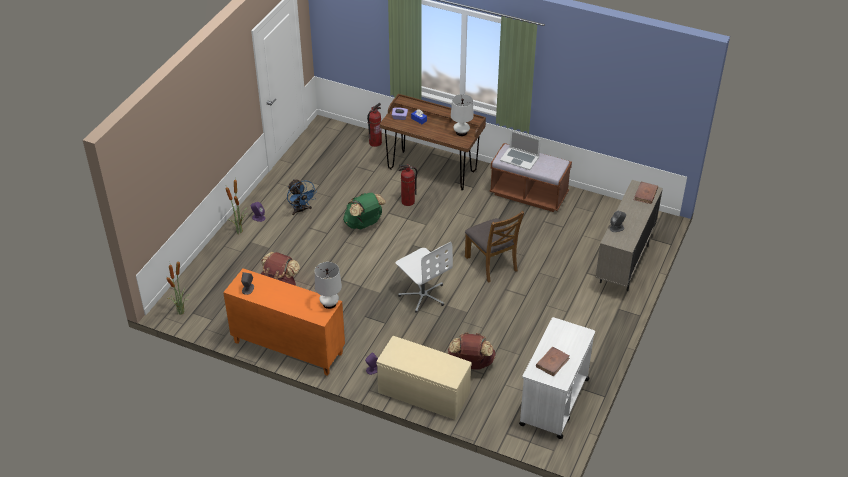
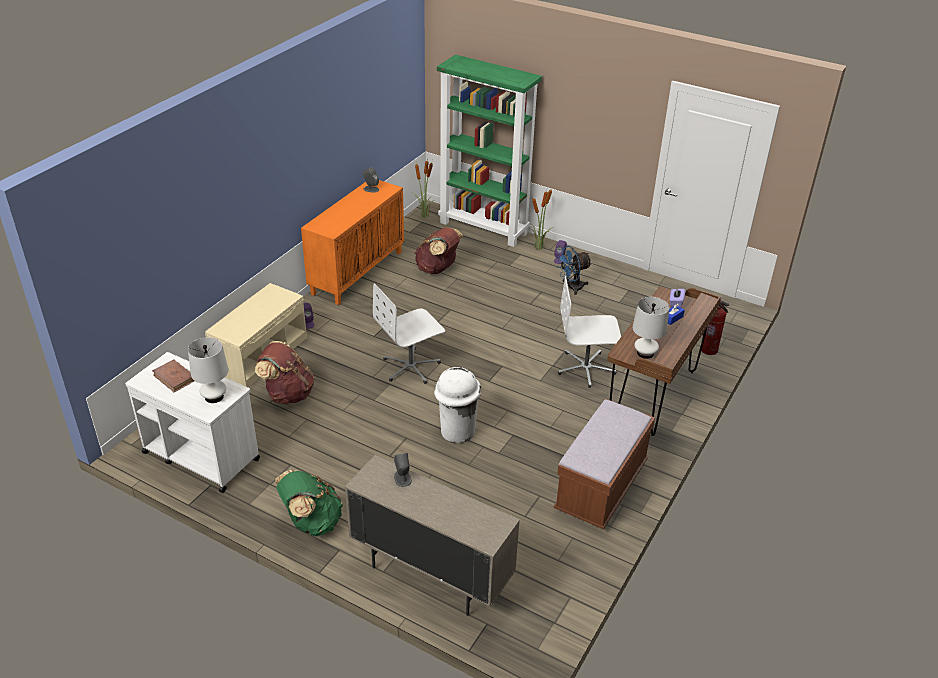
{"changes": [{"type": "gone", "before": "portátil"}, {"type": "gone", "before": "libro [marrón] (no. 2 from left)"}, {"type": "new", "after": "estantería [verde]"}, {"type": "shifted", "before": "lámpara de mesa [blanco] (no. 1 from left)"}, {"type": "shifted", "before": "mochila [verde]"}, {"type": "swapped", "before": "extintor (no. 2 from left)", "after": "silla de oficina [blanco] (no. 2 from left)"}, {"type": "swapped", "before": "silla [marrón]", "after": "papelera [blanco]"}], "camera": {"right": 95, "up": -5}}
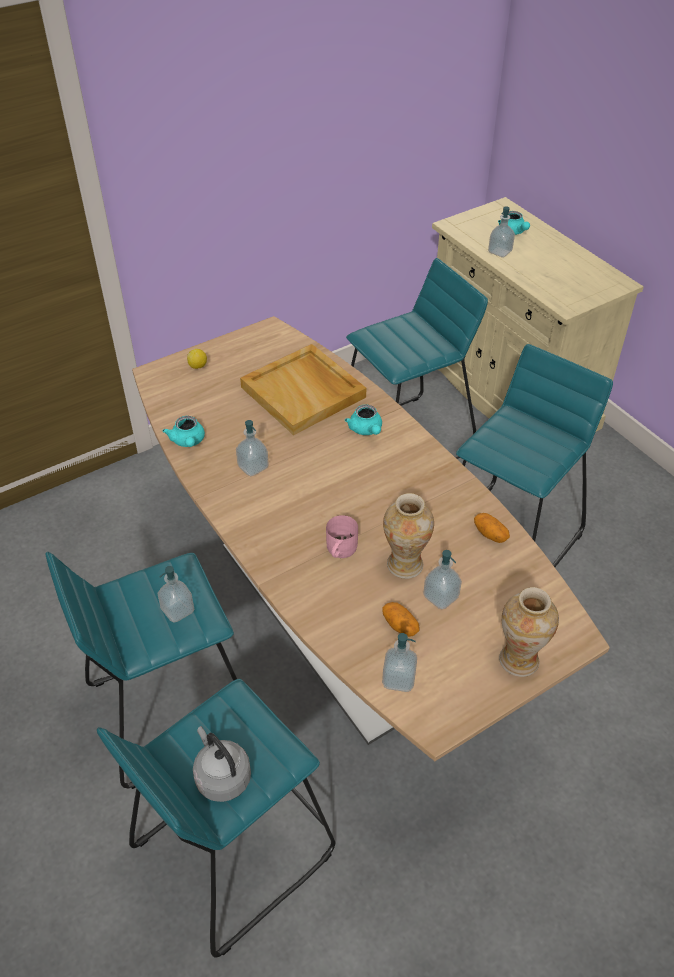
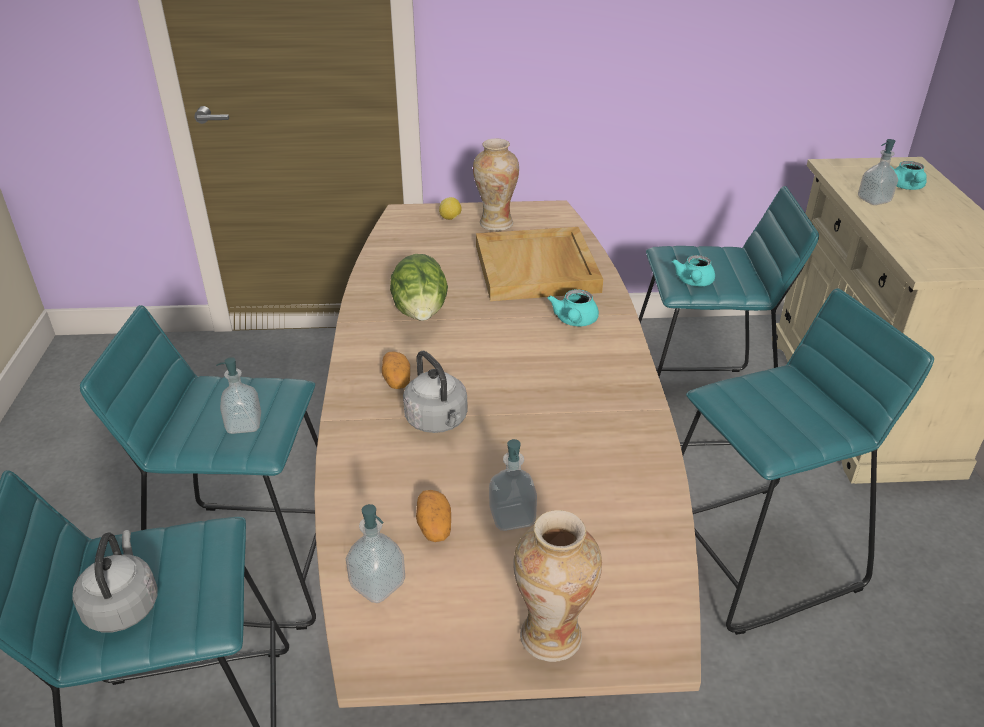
{"changes": [{"type": "shifted", "before": "tetera [turquesa] (no. 1 from left in the first image)", "after": "tetera [turquesa] (no. 2 from left)"}, {"type": "shifted", "before": "florero (no. 1 from left)"}, {"type": "shifted", "before": "patata (no. 2 from left in the first image)", "after": "patata (no. 1 from left)"}, {"type": "swapped", "before": "dispensador de jabón (no. 2 from left)", "after": "lechuga"}, {"type": "swapped", "before": "taza grande [rosa]", "after": "hervidor [gris] (no. 2 from left)"}], "camera": {"right": 30, "up": -10}}
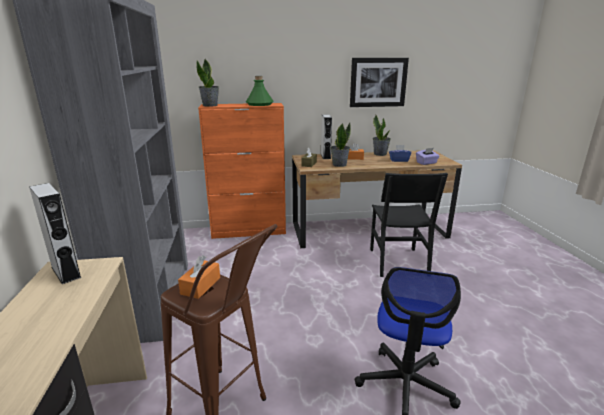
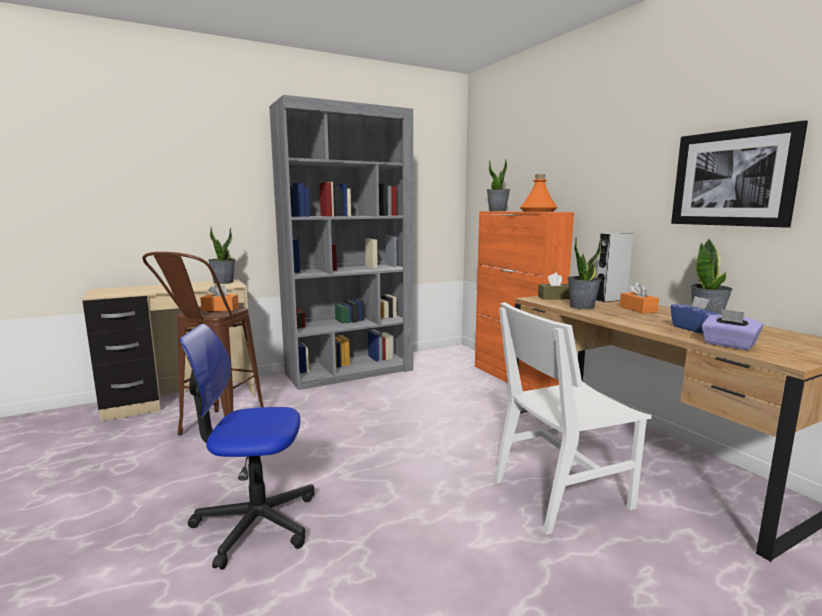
{"changes": [{"type": "swapped", "before": "altavoz [gris] (no. 1 from left)", "after": "planta en maceta (no. 1 from left)"}, {"type": "repainted", "before": "botella [verde]", "after": "botella [naranja]"}, {"type": "repainted", "before": "silla [negro]", "after": "silla [blanco]"}], "camera": {"right": 70, "up": -10}}
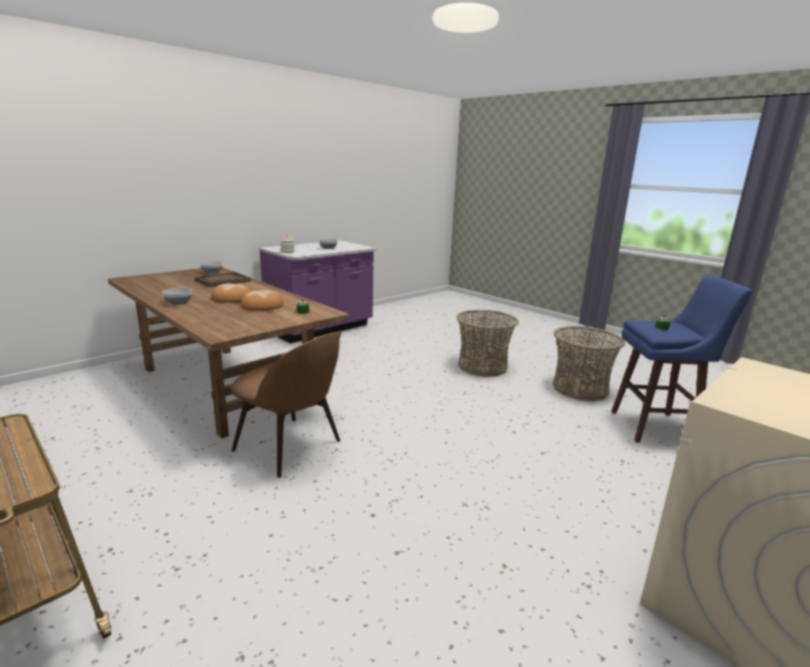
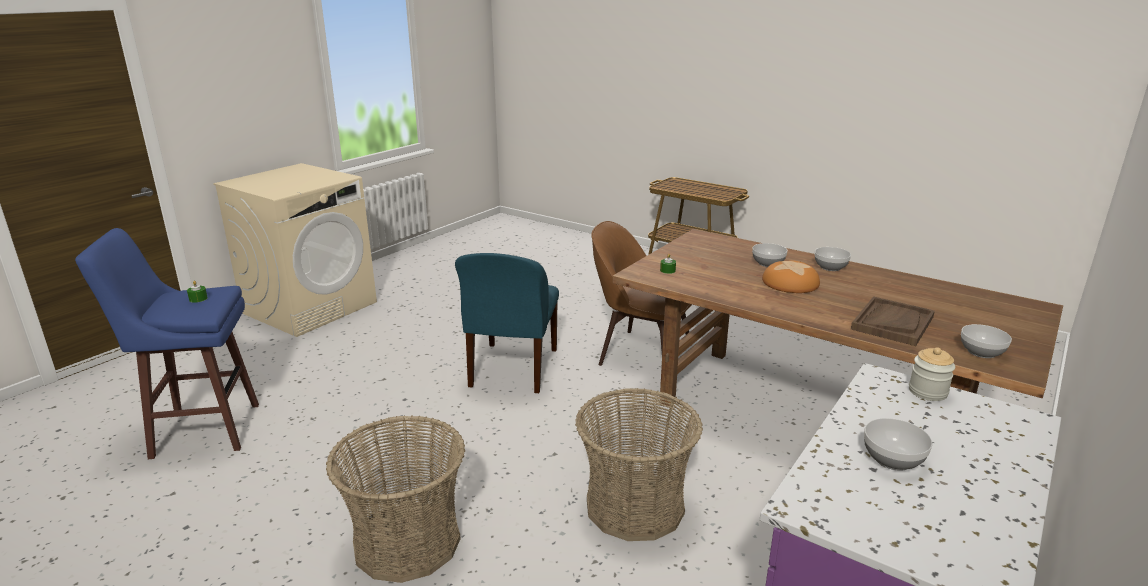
{"changes": [{"type": "gone", "before": "pan (no. 2 from left)"}, {"type": "new", "after": "silla [azul]"}, {"type": "new", "after": "cuenco (no. 1 from left)"}, {"type": "shifted", "before": "cesta (no. 2 from left)"}], "camera": {"right": 170, "up": 5}}
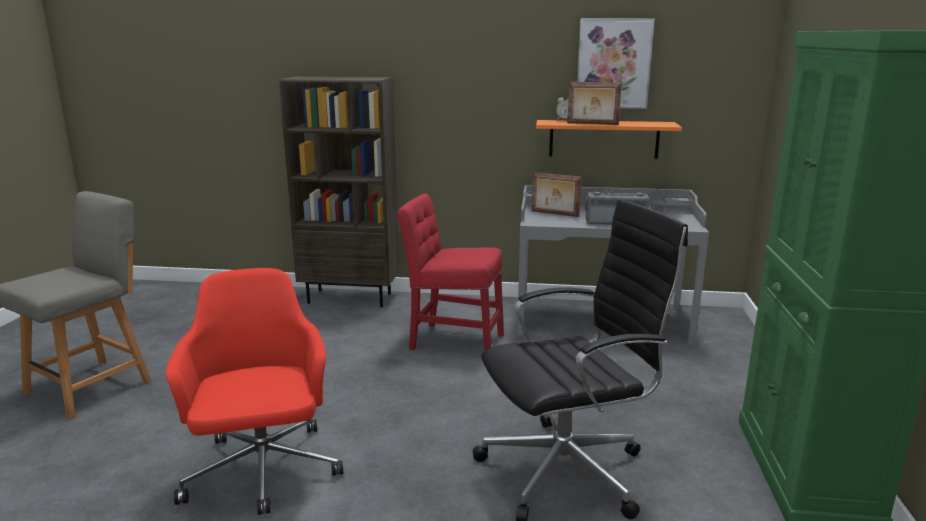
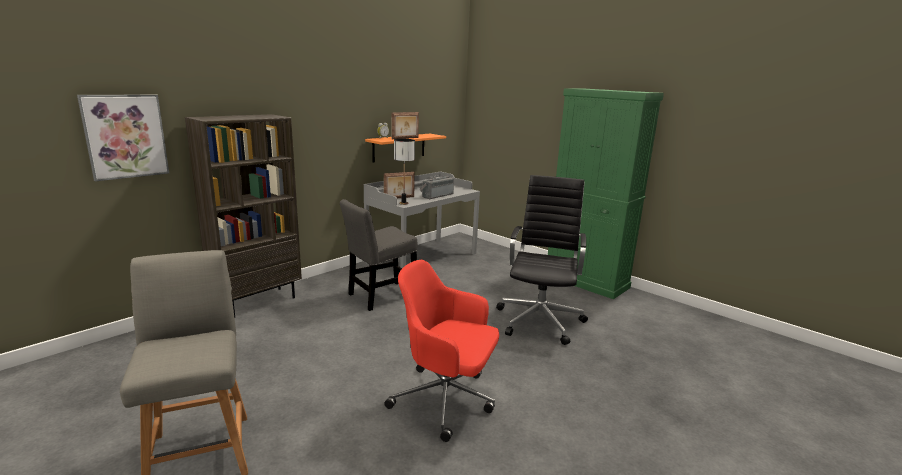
{"changes": [{"type": "new", "after": "lámpara de mesa"}, {"type": "shifted", "before": "cuadro"}, {"type": "repainted", "before": "silla [rojo]", "after": "silla [gris] (no. 2 from left)"}], "camera": {"right": -55, "up": 0}}
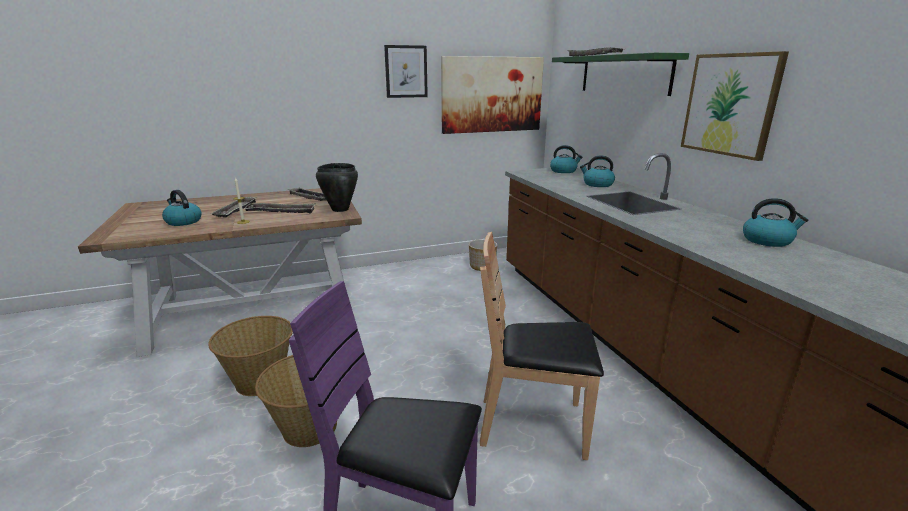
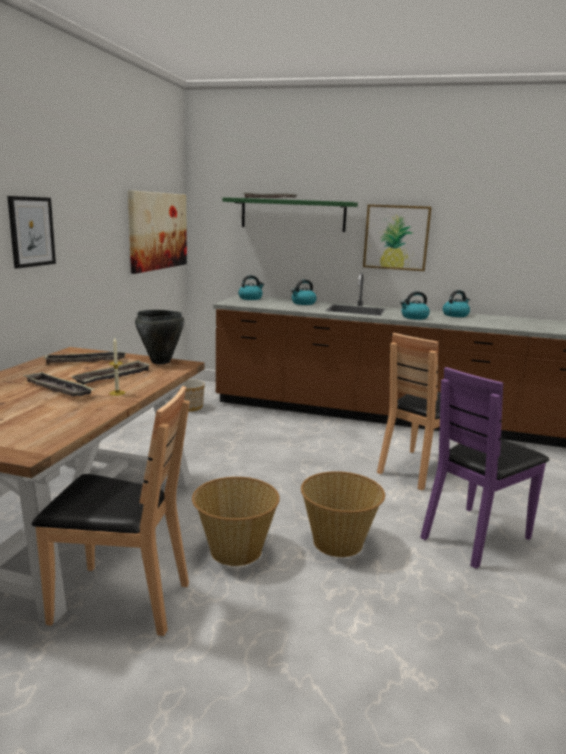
{"changes": [{"type": "new", "after": "silla [marrón] (no. 1 from left)"}, {"type": "shifted", "before": "hervidor (no. 1 from left in the first image)", "after": "hervidor (no. 3 from left)"}, {"type": "shifted", "before": "cuadro (no. 1 from left)"}], "camera": {"right": -55, "up": -5}}
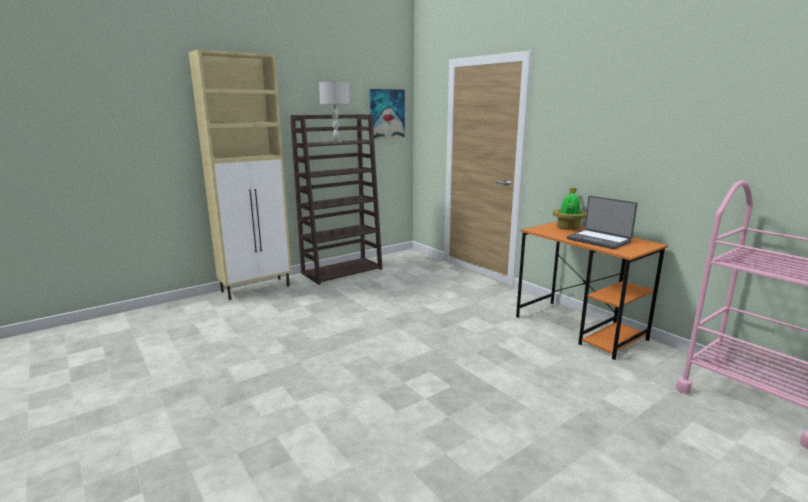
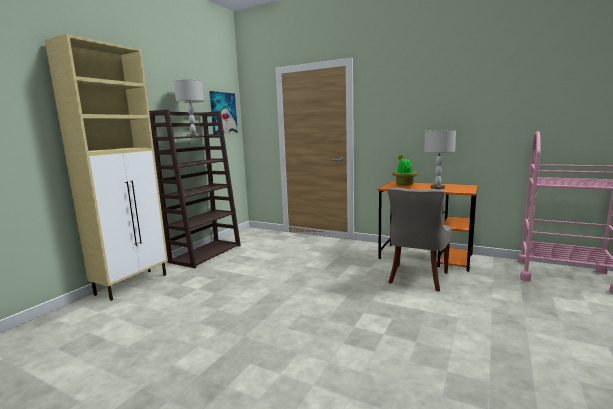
{"changes": [{"type": "new", "after": "silla [gris]"}, {"type": "swapped", "before": "portátil", "after": "lámpara de mesa [gris] (no. 2 from left)"}], "camera": {"right": -25, "up": -5}}
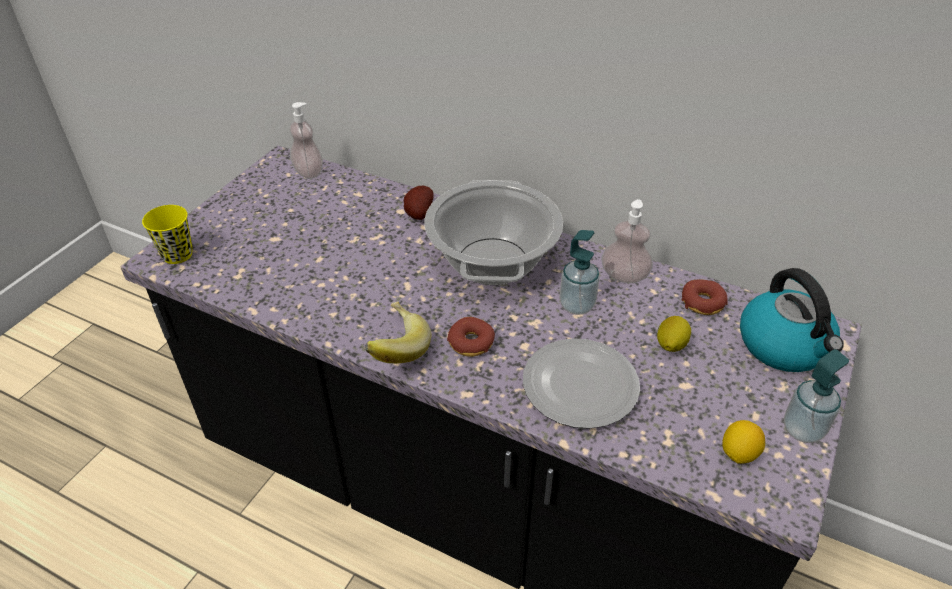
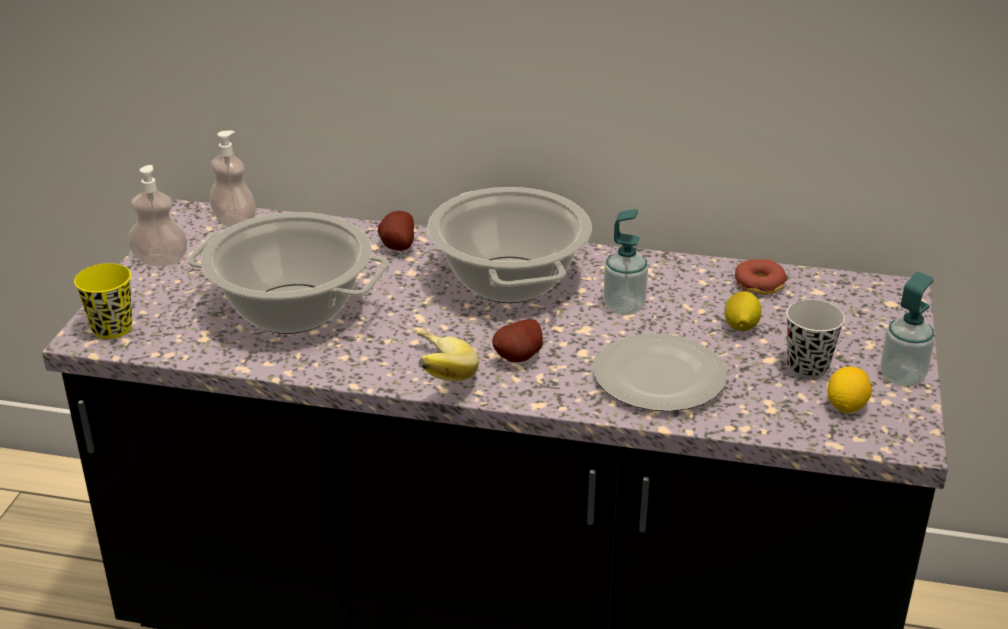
{"changes": [{"type": "gone", "before": "hervidor"}, {"type": "new", "after": "olla (no. 1 from left)"}, {"type": "new", "after": "taza [negro]"}, {"type": "shifted", "before": "dispensador de jabón (no. 3 from left in the first image)", "after": "dispensador de jabón (no. 1 from left)"}, {"type": "swapped", "before": "rosquilla (no. 1 from left)", "after": "patata (no. 2 from left)"}], "camera": {"right": -15, "up": -10}}
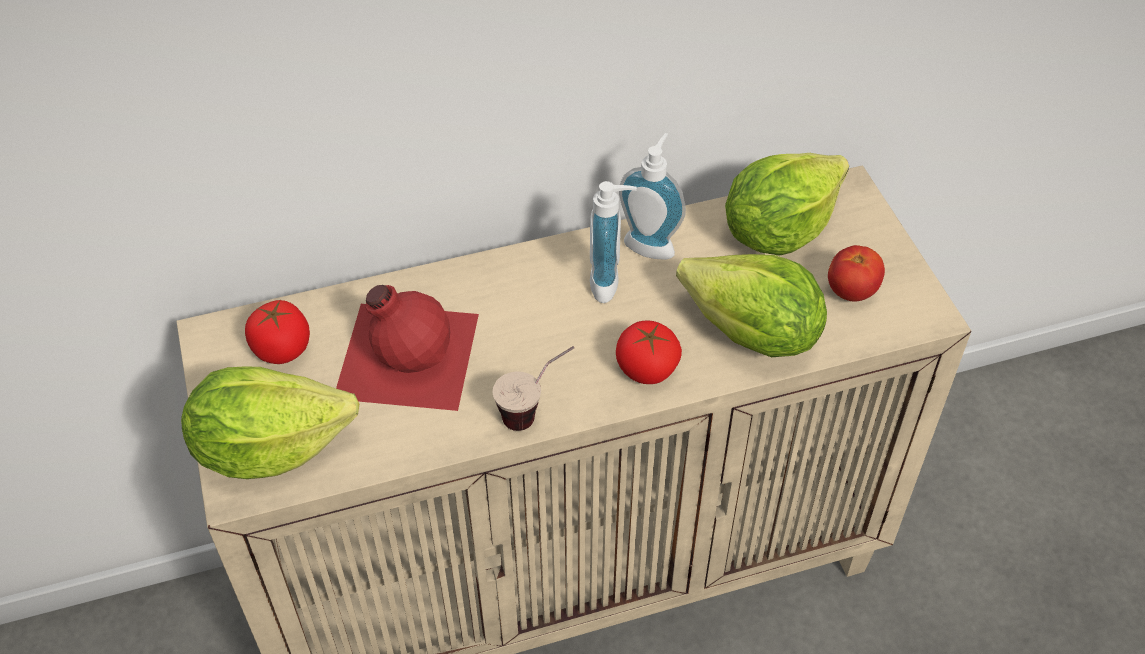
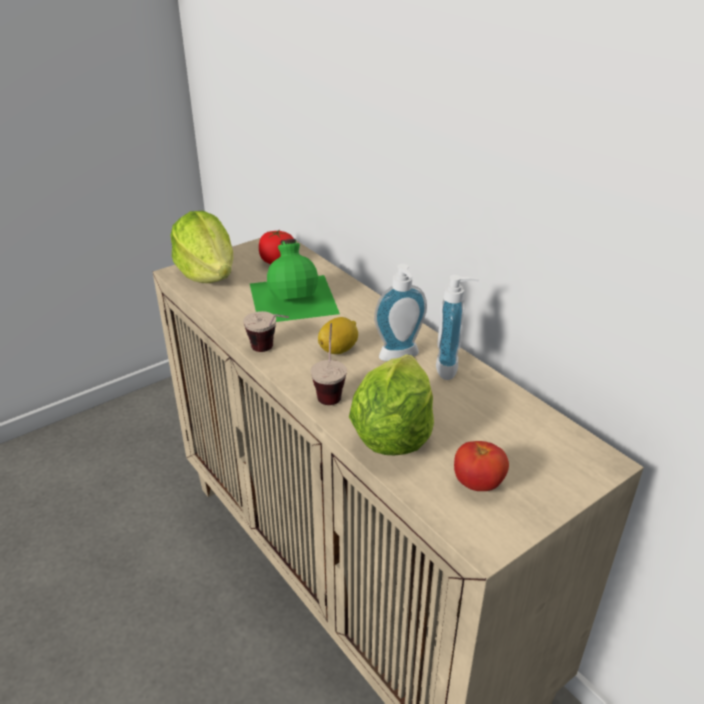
{"changes": [{"type": "gone", "before": "lechuga (no. 3 from left)"}, {"type": "new", "after": "limón"}, {"type": "swapped", "before": "tomate (no. 2 from left)", "after": "taza (no. 2 from left)"}, {"type": "repainted", "before": "botella [rojo]", "after": "botella [verde]"}], "camera": {"right": 70, "up": -15}}
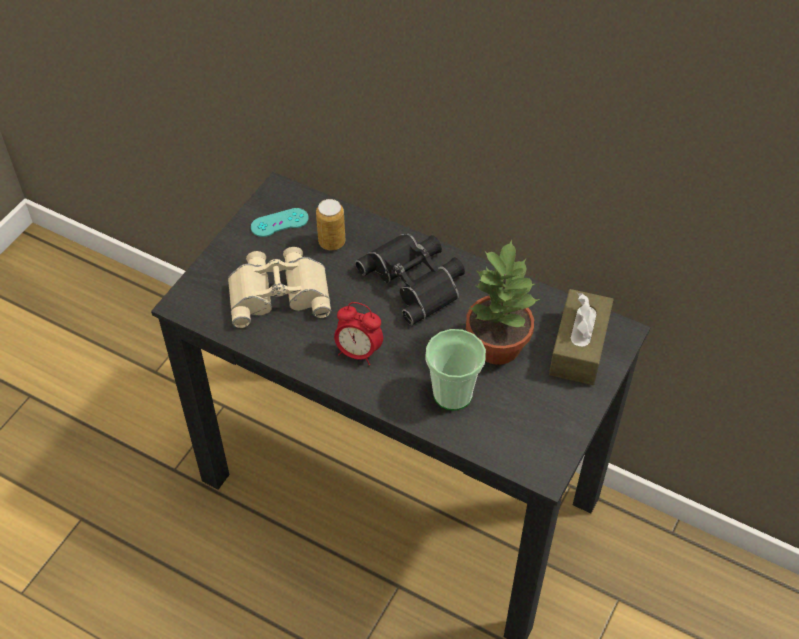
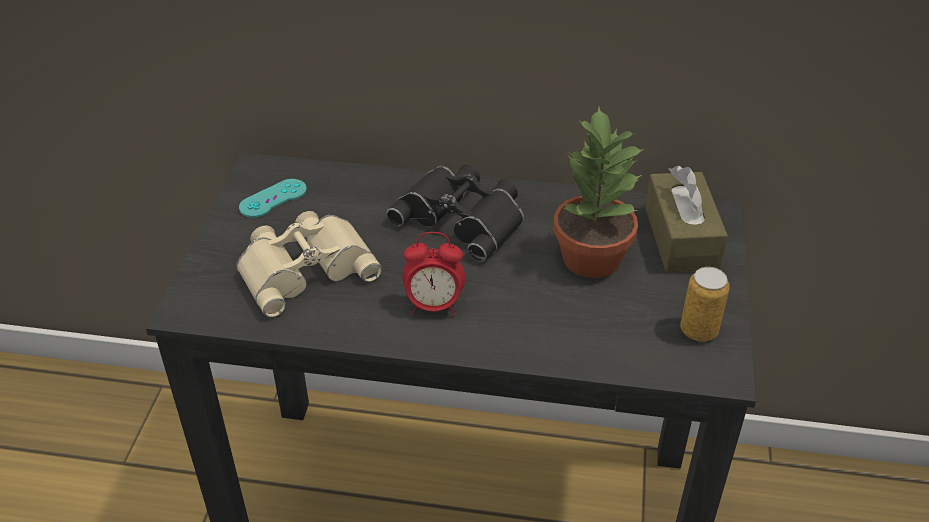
{"changes": [{"type": "gone", "before": "taza"}, {"type": "shifted", "before": "lata"}], "camera": {"right": -20, "up": -10}}
